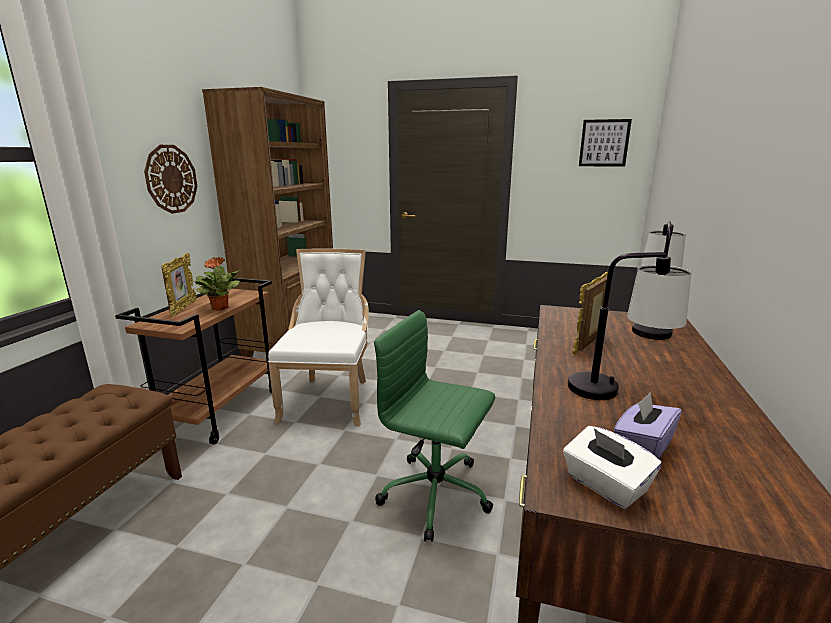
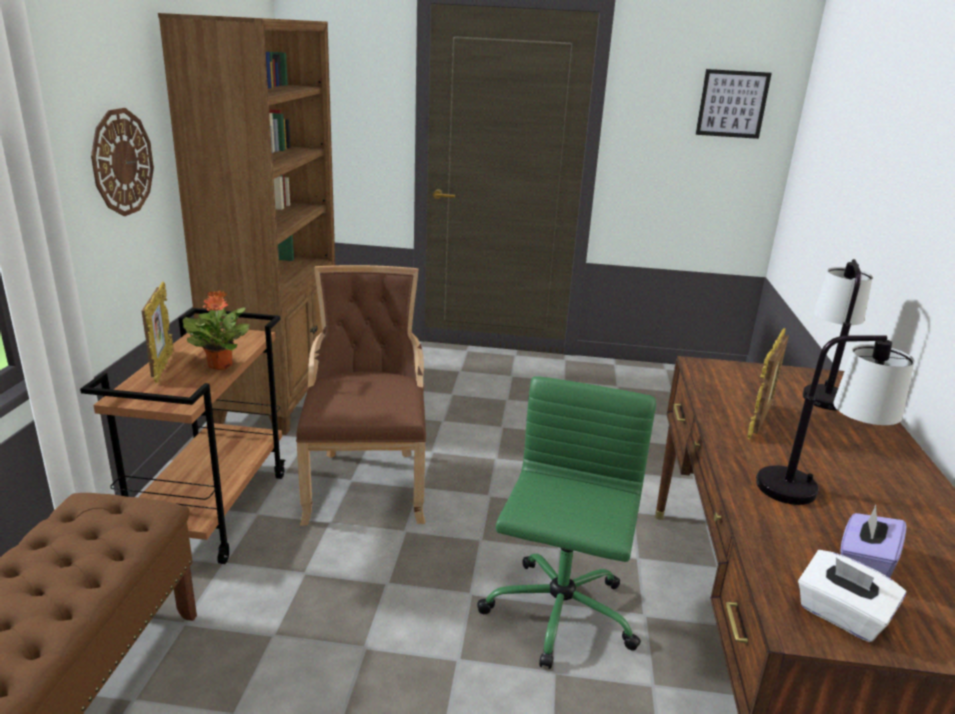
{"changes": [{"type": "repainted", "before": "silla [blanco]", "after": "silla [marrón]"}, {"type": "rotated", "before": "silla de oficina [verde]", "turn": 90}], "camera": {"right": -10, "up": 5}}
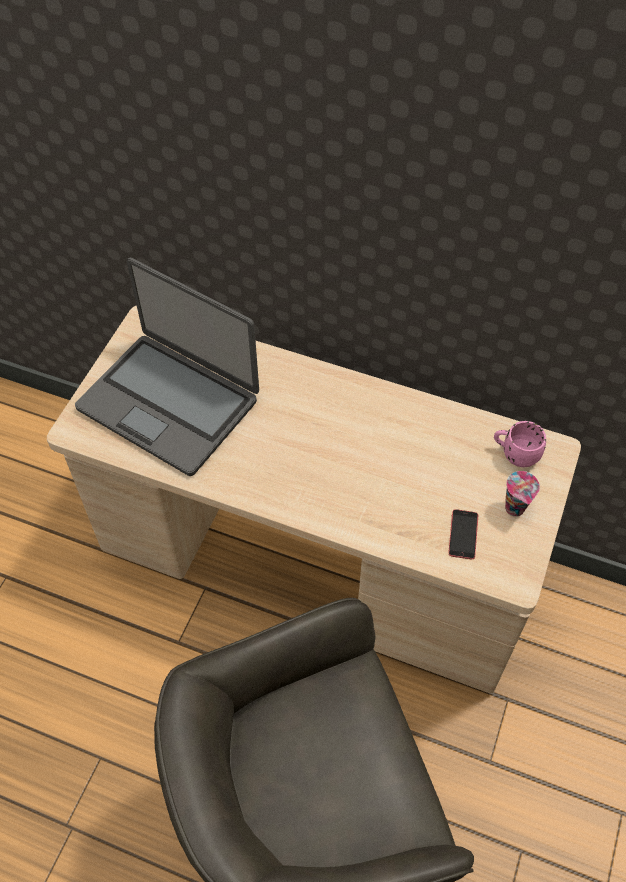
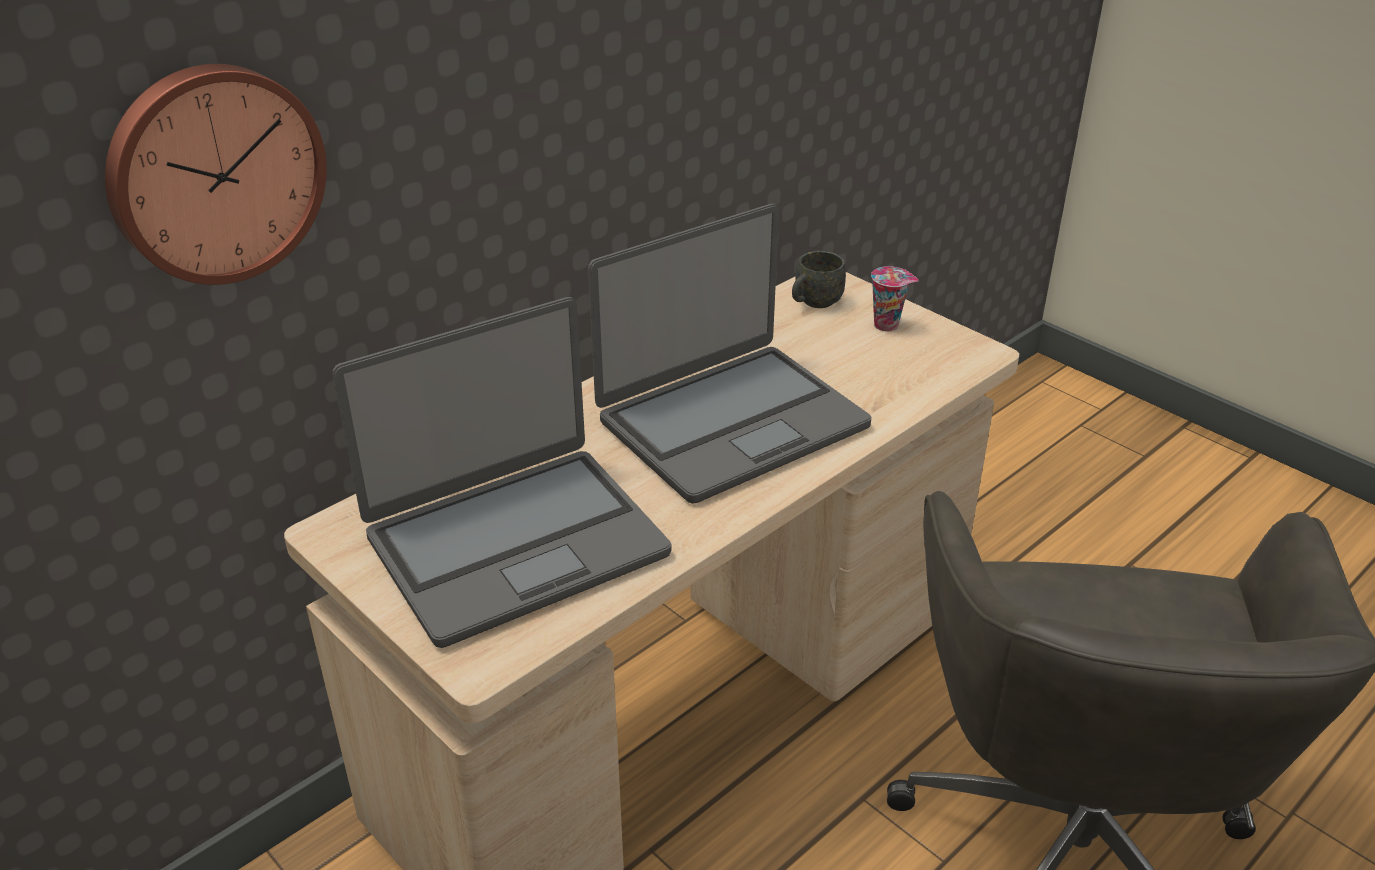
{"changes": [{"type": "gone", "before": "móvil"}, {"type": "new", "after": "reloj de pared"}, {"type": "new", "after": "portátil (no. 2 from left)"}, {"type": "repainted", "before": "taza grande [rosa]", "after": "taza grande [gris]"}], "camera": {"right": -65, "up": -20}}
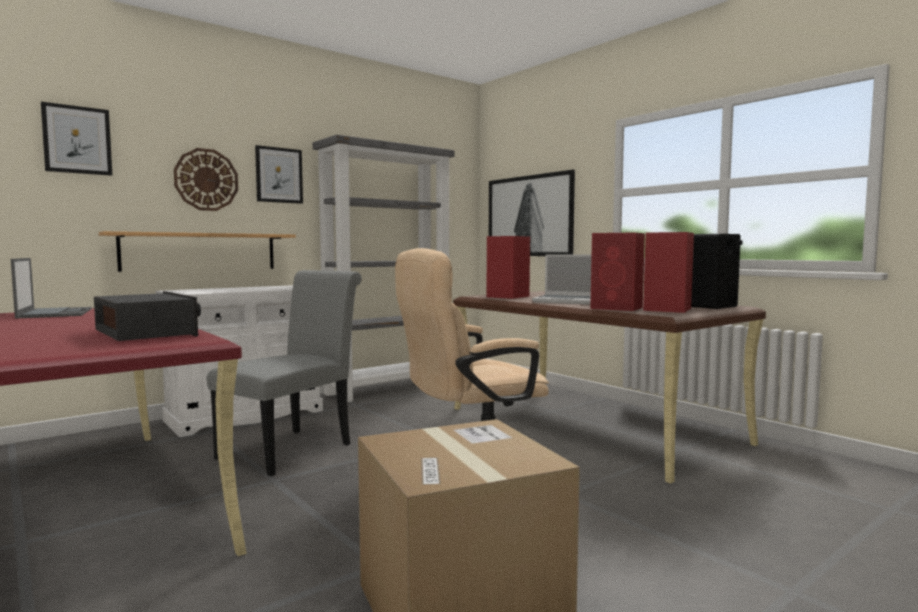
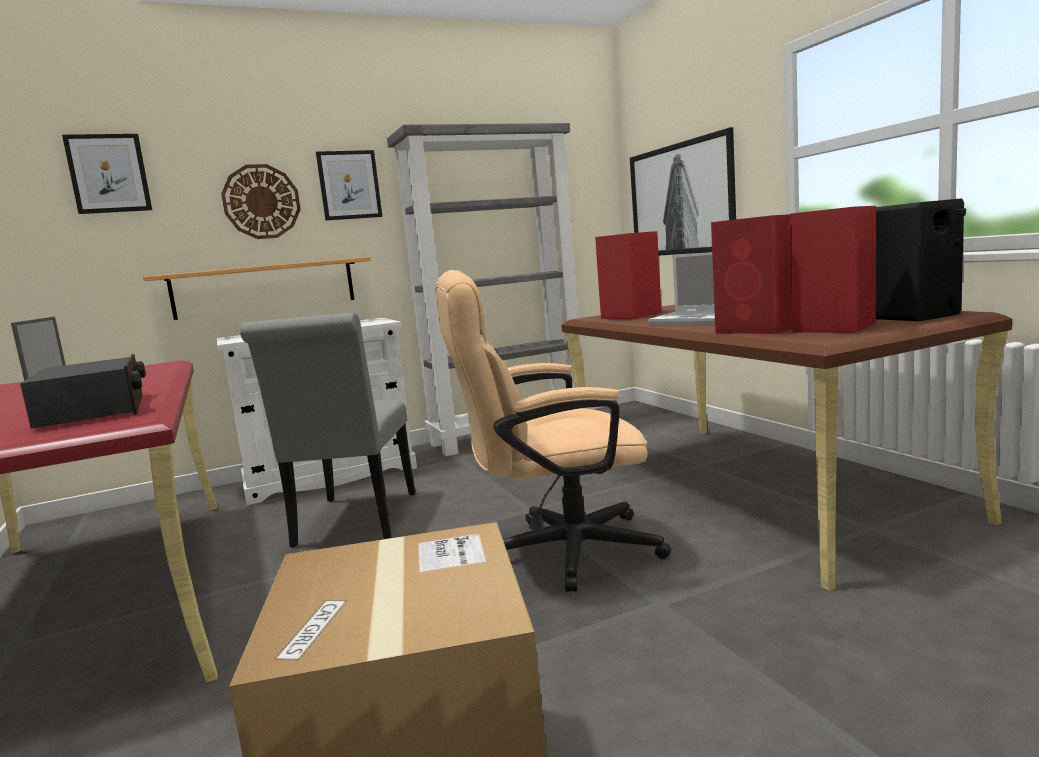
{"changes": [{"type": "rotated", "before": "silla [gris]", "turn": 135}], "camera": {"right": 15, "up": 5}}
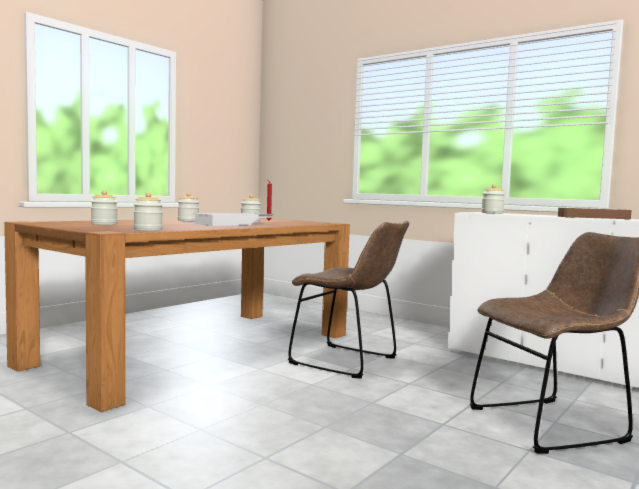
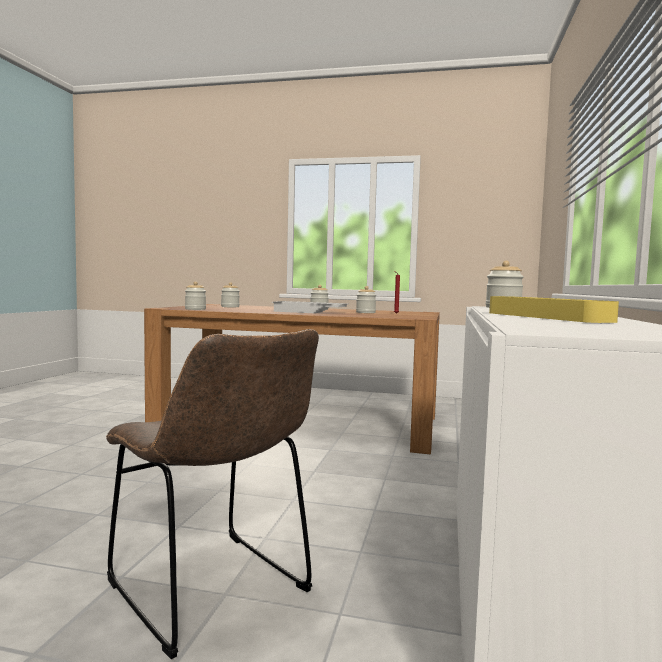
{"changes": [{"type": "gone", "before": "silla [marrón] (no. 1 from left)"}, {"type": "repainted", "before": "bandeja [marrón]", "after": "bandeja [amarillo]"}], "camera": {"right": 65, "up": 0}}
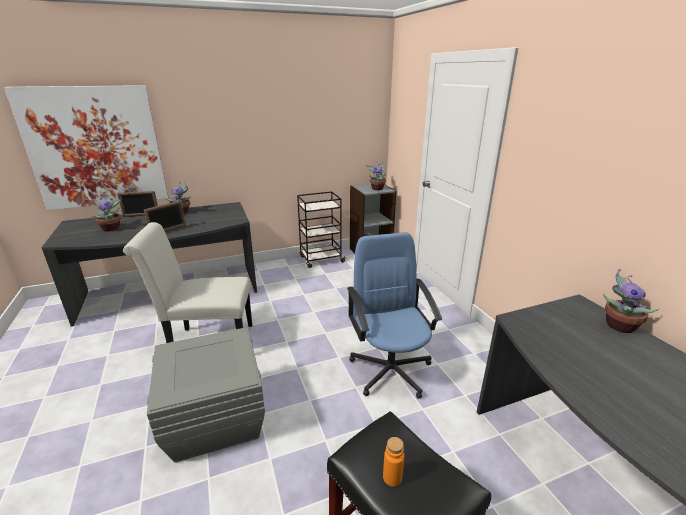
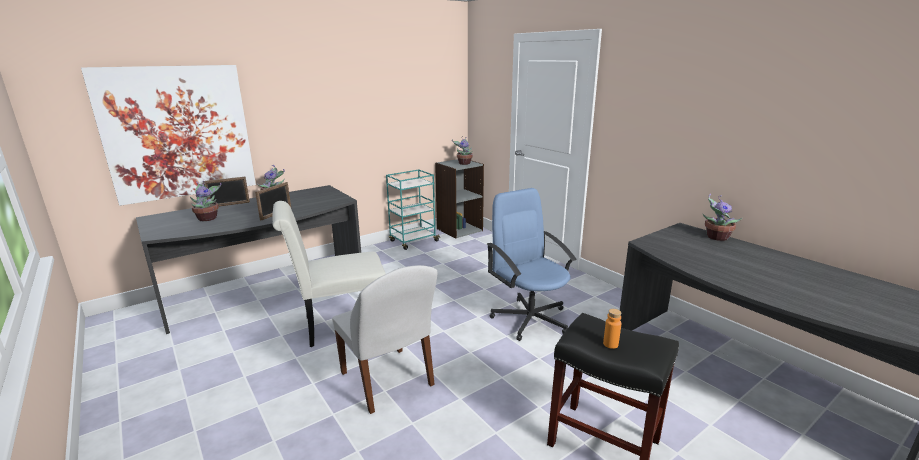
{"changes": [{"type": "swapped", "before": "caja de almacenaje [gris]", "after": "silla [blanco] (no. 2 from left)"}, {"type": "repainted", "before": "carrito [negro]", "after": "carrito [turquesa]"}], "camera": {"right": -15, "up": -5}}
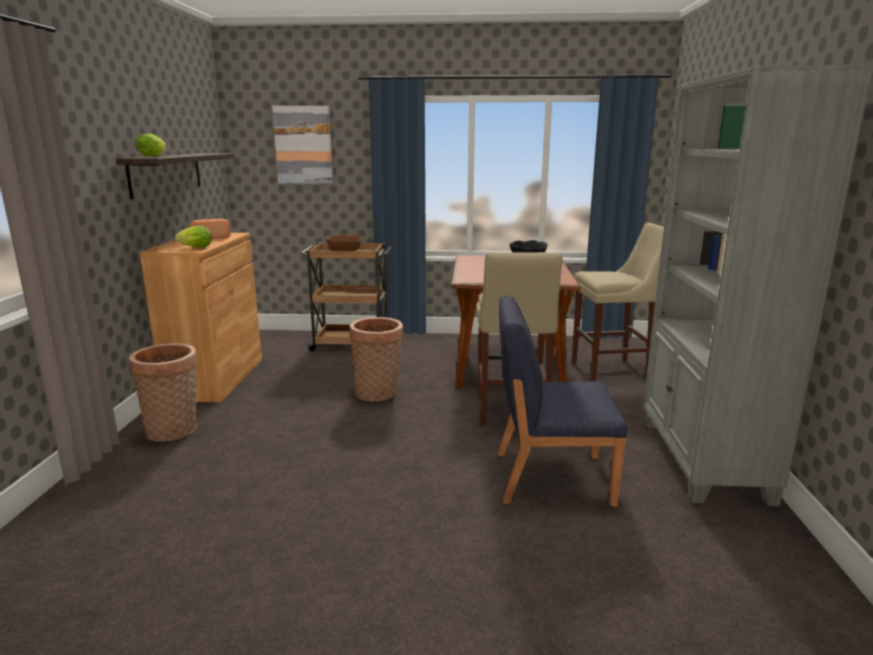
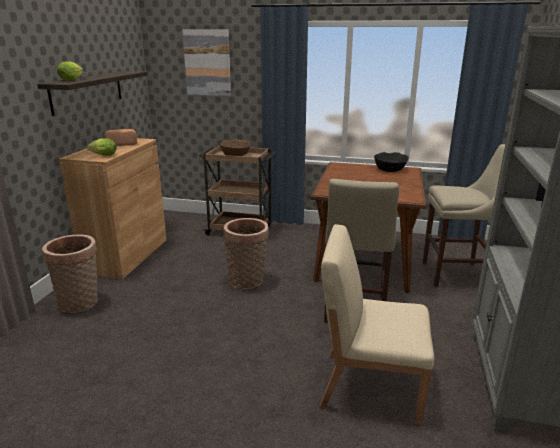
{"changes": [{"type": "repainted", "before": "silla [azul]", "after": "silla [beis]"}], "camera": {"right": 10, "up": 5}}
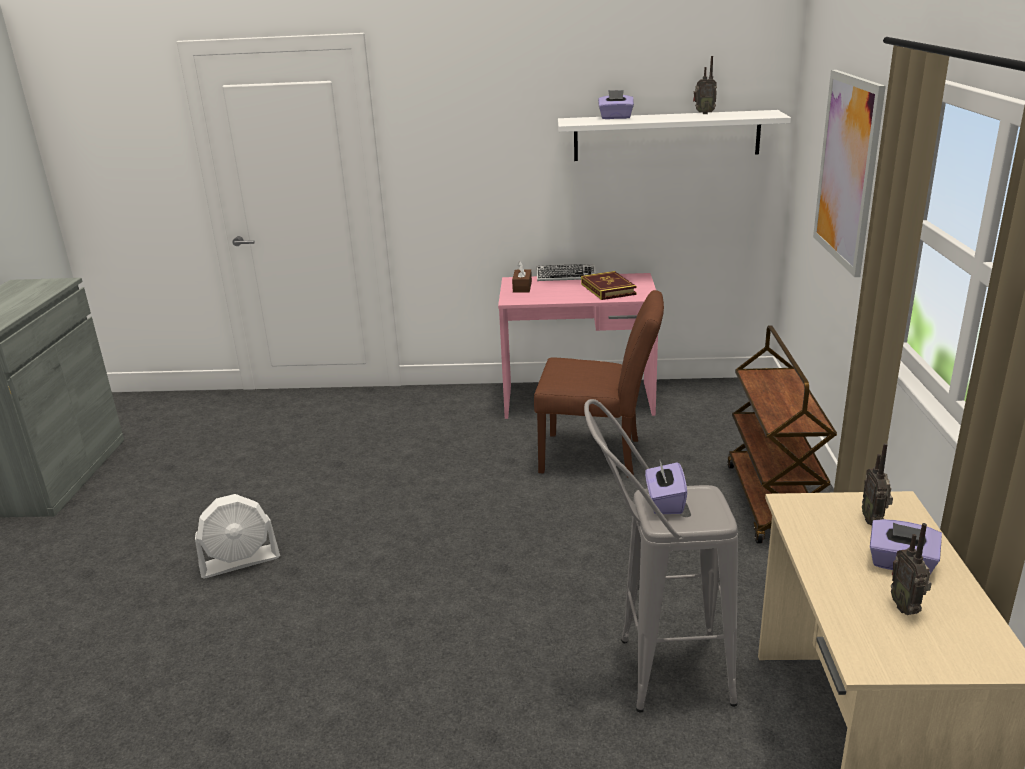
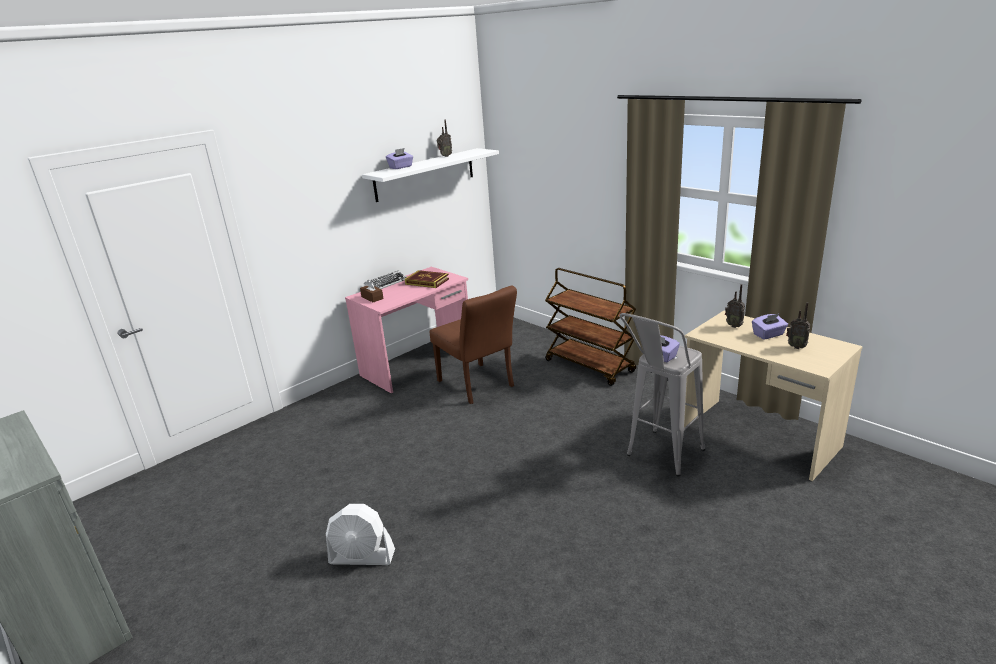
{"changes": [{"type": "gone", "before": "cuadro"}, {"type": "rotated", "before": "ventilador [blanco]", "turn": 75}, {"type": "rotated", "before": "silla [marrón]", "turn": 90}], "camera": {"right": -45, "up": 0}}
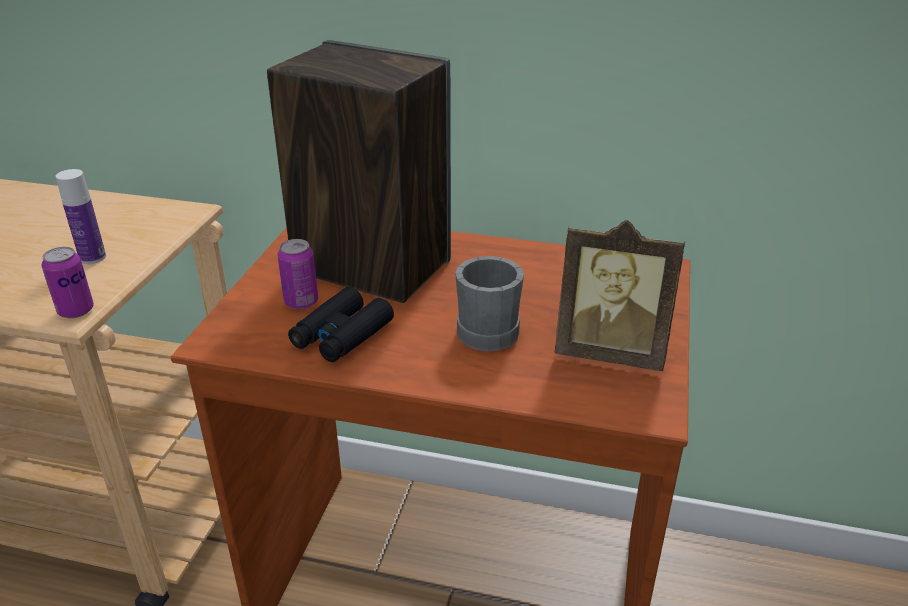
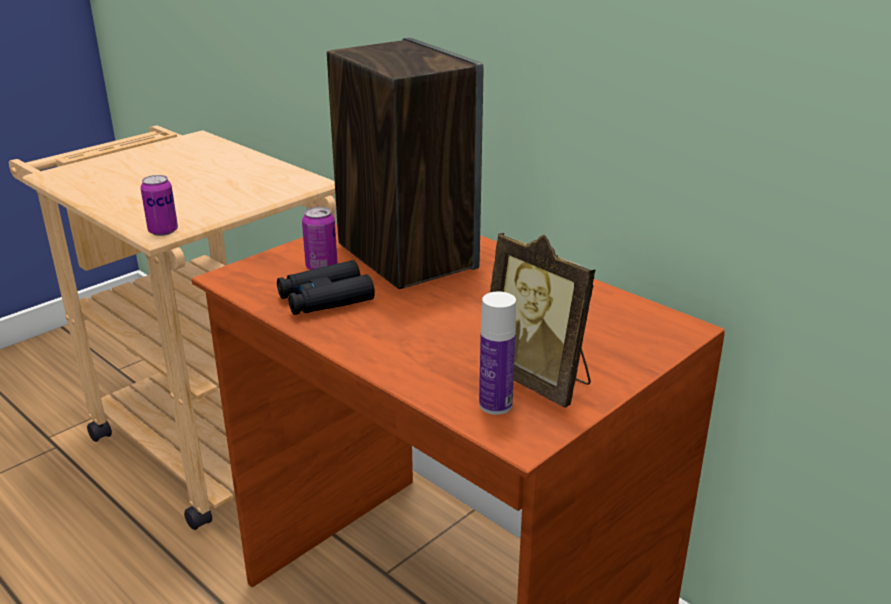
{"changes": [{"type": "gone", "before": "taza grande [gris]"}, {"type": "shifted", "before": "botella"}], "camera": {"right": 30, "up": -5}}
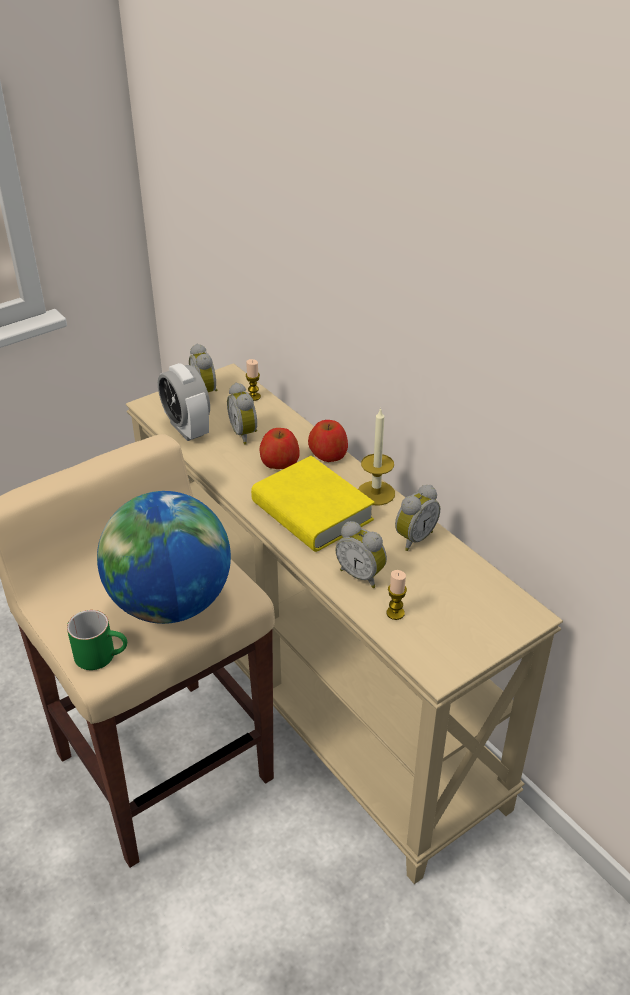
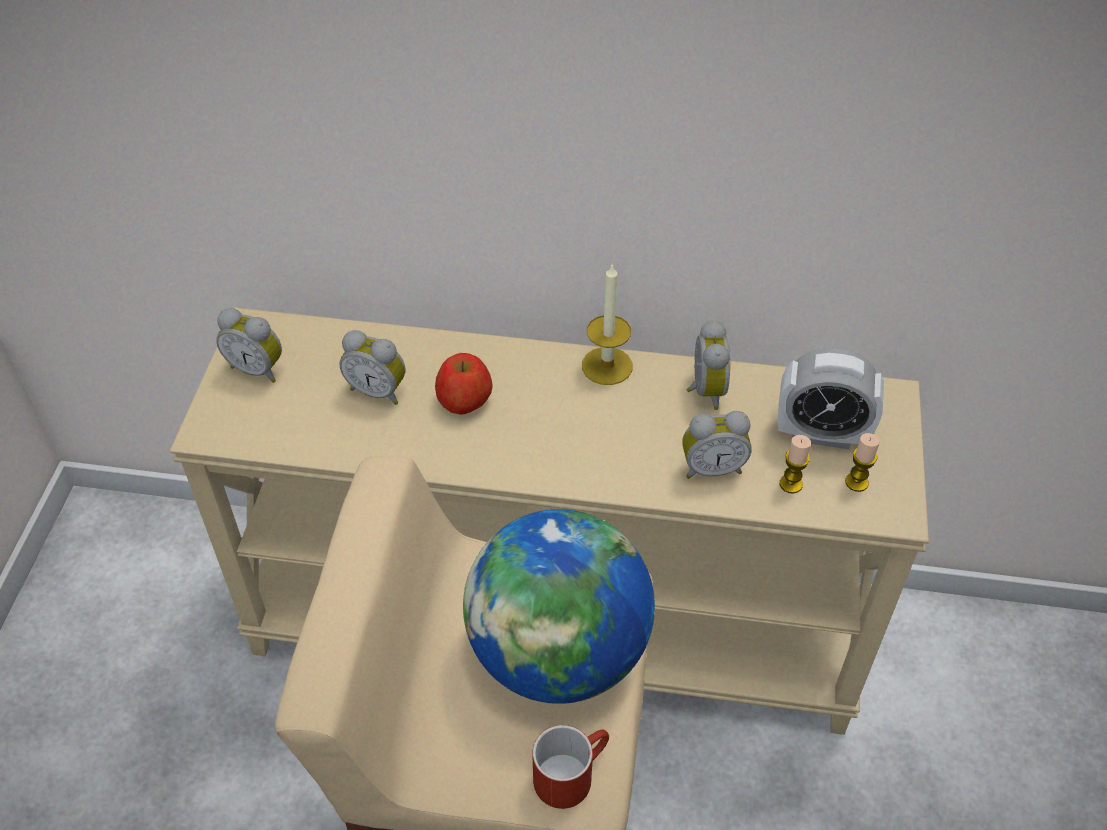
{"changes": [{"type": "gone", "before": "libro [amarillo]"}, {"type": "gone", "before": "manzana (no. 2 from left)"}, {"type": "shifted", "before": "despertador (no. 1 from left in the first image)", "after": "despertador (no. 5 from left)"}, {"type": "shifted", "before": "vela (no. 1 from left in the first image)", "after": "vela (no. 3 from left)"}, {"type": "repainted", "before": "taza grande [verde]", "after": "taza grande [rojo]"}], "camera": {"right": -45, "up": 10}}
